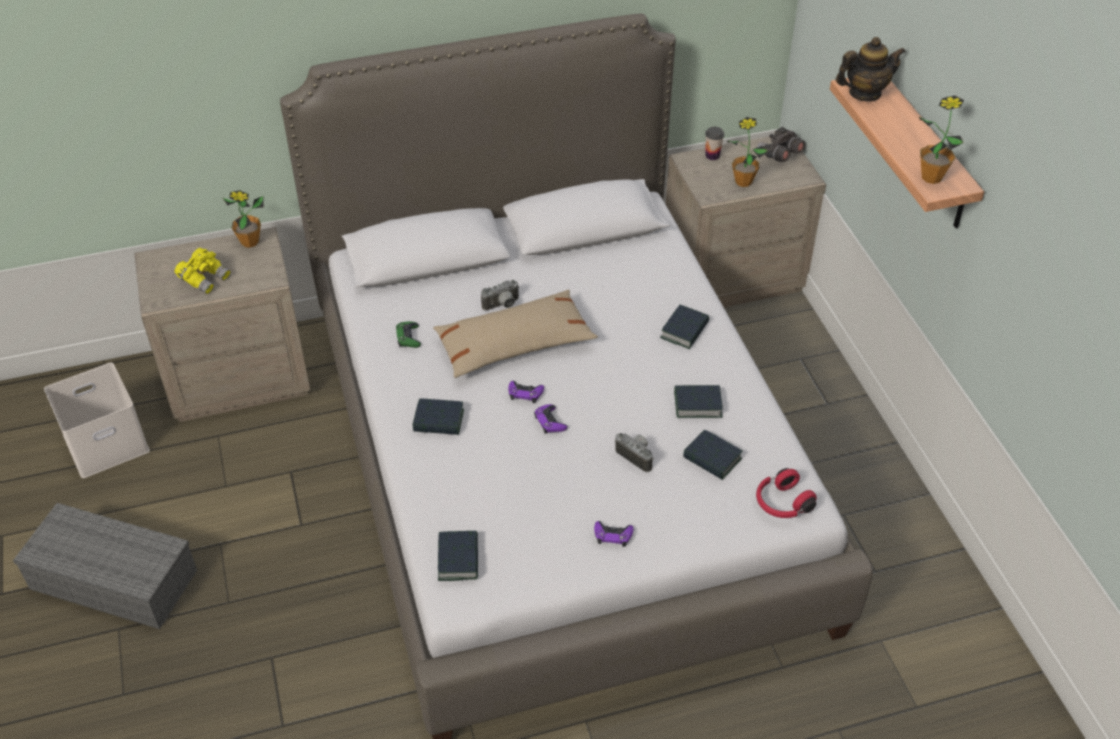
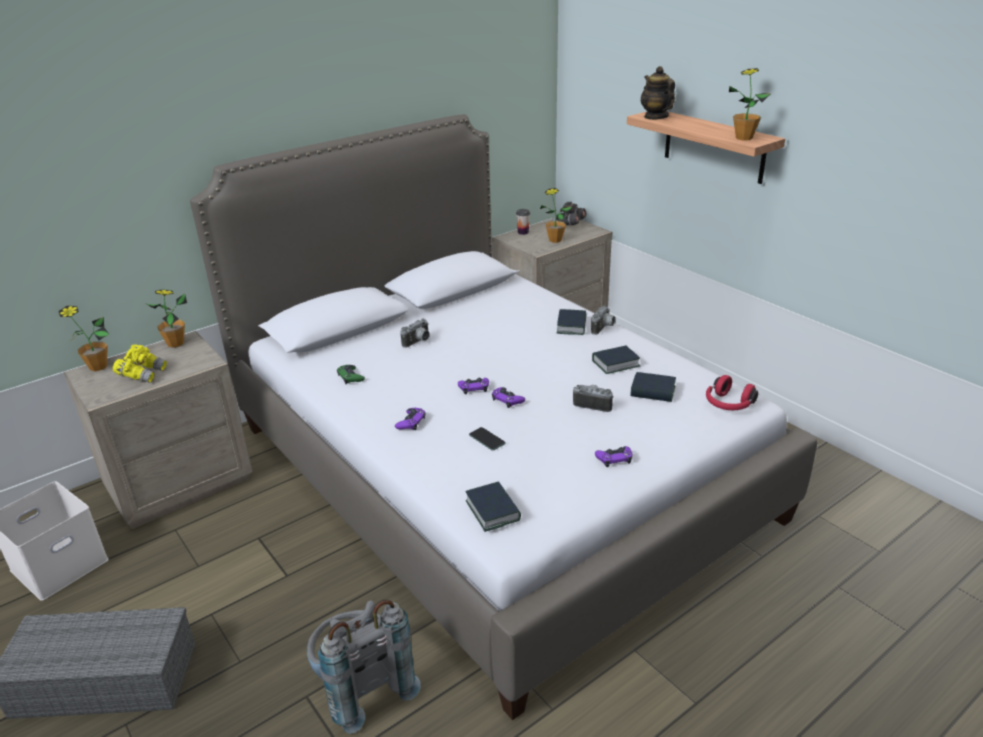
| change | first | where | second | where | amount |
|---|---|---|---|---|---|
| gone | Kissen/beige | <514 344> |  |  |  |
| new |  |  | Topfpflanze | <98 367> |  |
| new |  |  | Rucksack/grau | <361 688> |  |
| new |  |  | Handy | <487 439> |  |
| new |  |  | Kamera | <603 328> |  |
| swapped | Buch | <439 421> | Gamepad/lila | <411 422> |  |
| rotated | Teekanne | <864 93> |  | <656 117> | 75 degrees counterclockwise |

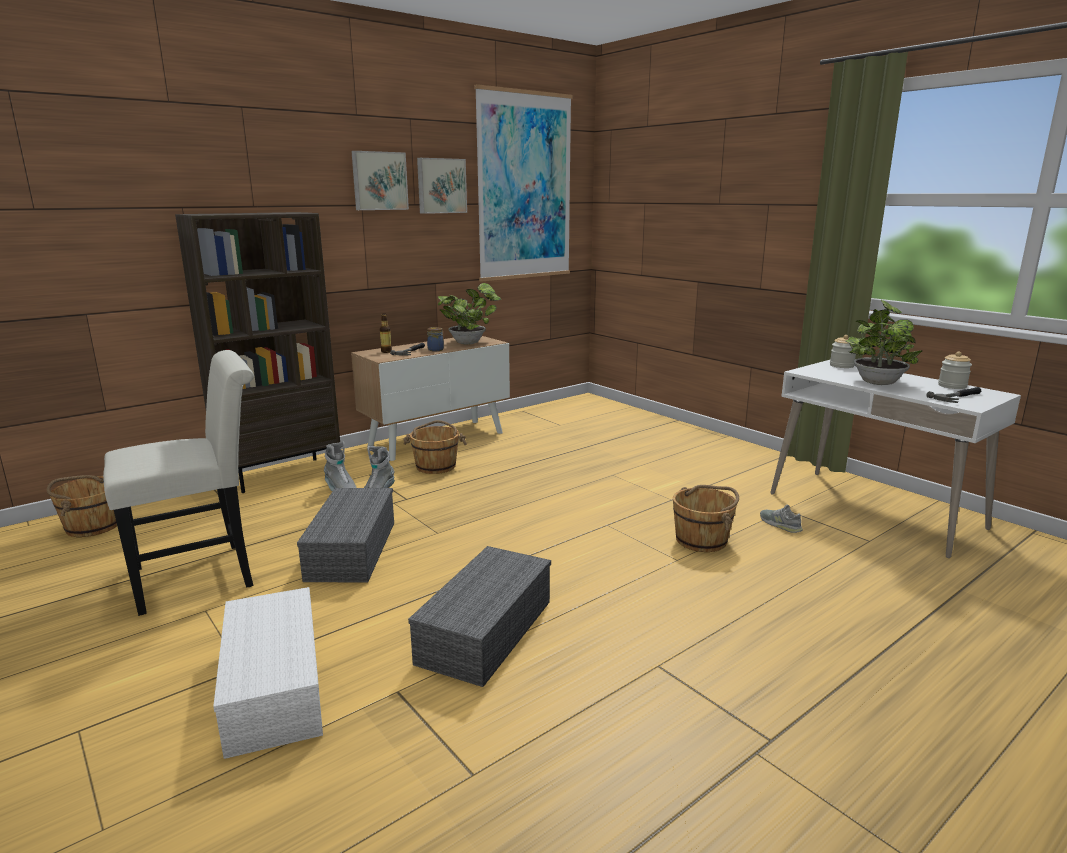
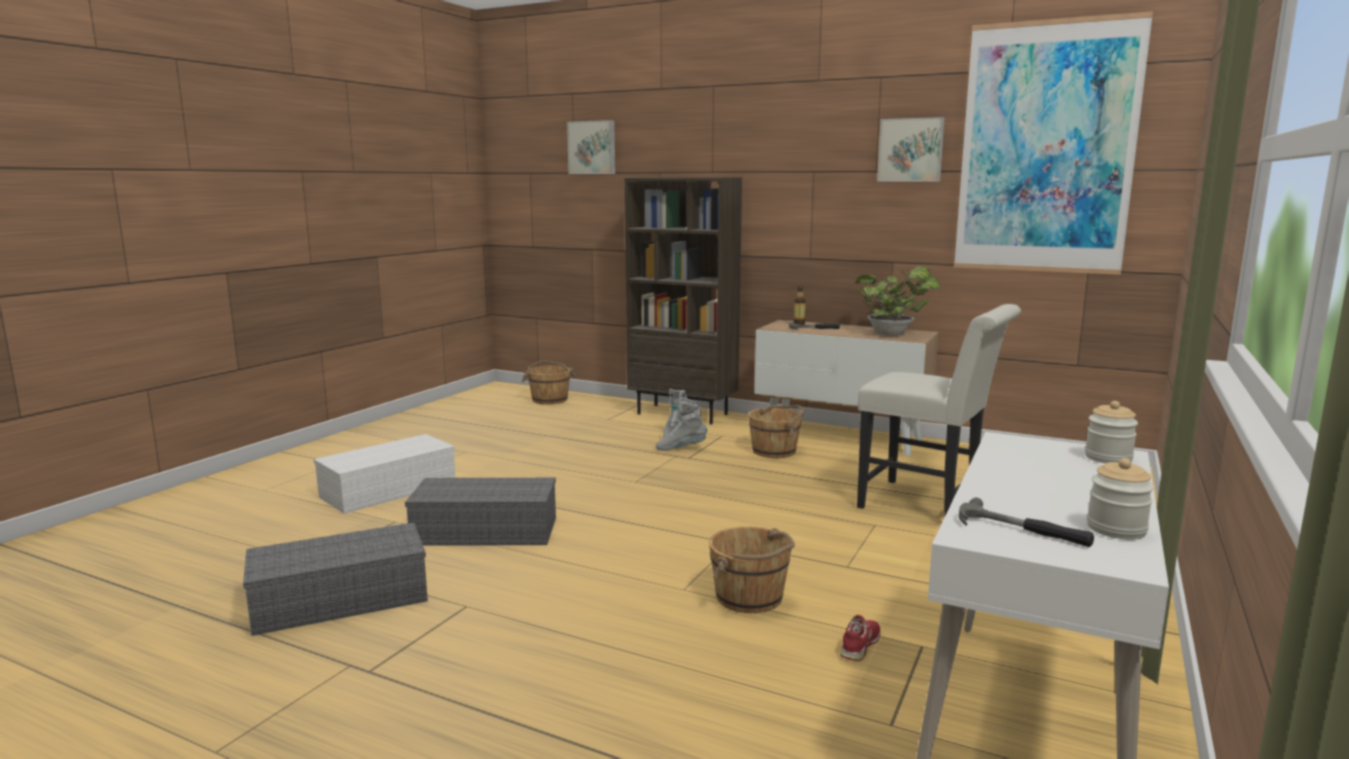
| change | first | where | second | where | amount |
|---|---|---|---|---|---|
| gone | Vorratsglas | <435 349> |  |  |  |
| gone | Topfpflanze | <877 381> |  |  |  |
| shifted | Stuhl/weiß | <204 575> |  | <928 505> |  |
| shifted | Aufbewahrungsbox/grau | <351 549> |  | <343 598> |  |
| shifted | Bild | <379 181> |  | <592 147> |  |
| repainted | Schuh/grau | <780 524> | Schuh/rot | <860 645> |  |

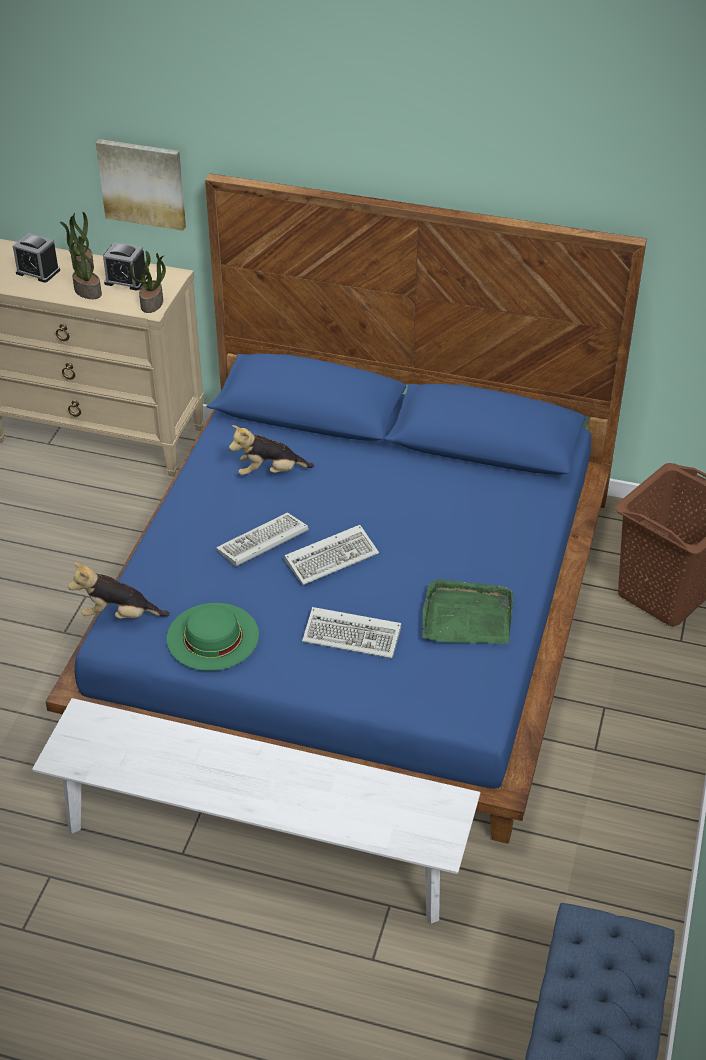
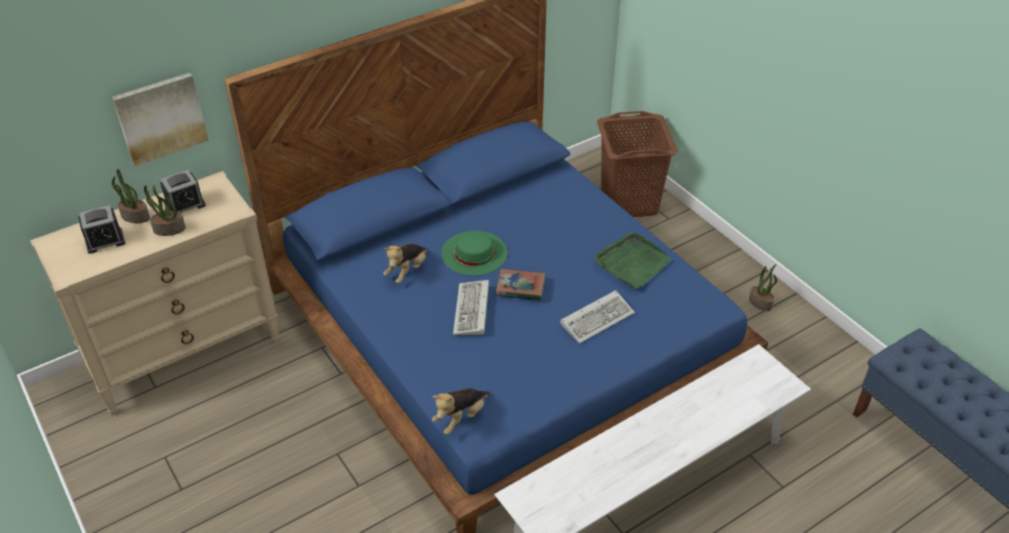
| change | first | where | second | where | amount |
|---|---|---|---|---|---|
| shifted | Topfpflanze | <152 304> |  | <760 303> |  |
| shifted | Hut/grün | <212 636> |  | <474 253> |  |
| swapped | Tastatur | <333 557> | Buch | <520 287> |  |

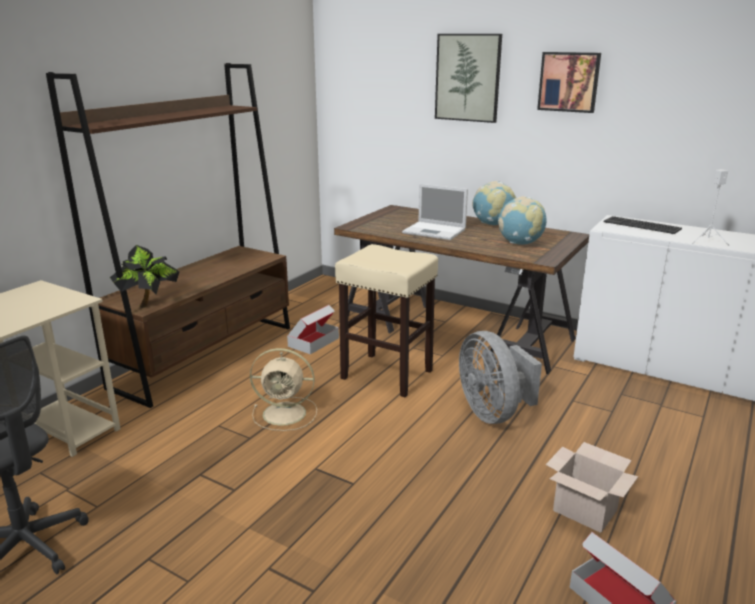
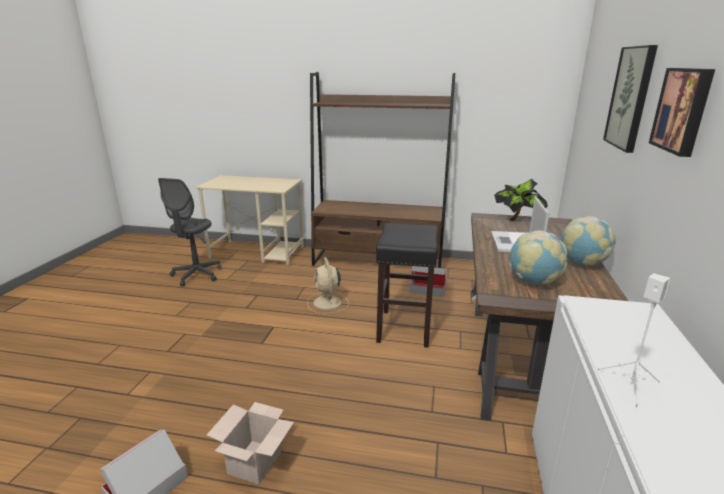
| change | first | where | second | where | amount |
|---|---|---|---|---|---|
| gone | Ventilator/grau | <493 412> |  |  |  |
| gone | Tastatur | <642 225> |  |  |  |
| shifted | Topfpflanze | <149 303> |  | <518 220> |  |
| repainted | Hocker/beige | <385 374> | Hocker/schwarz | <404 327> |  |

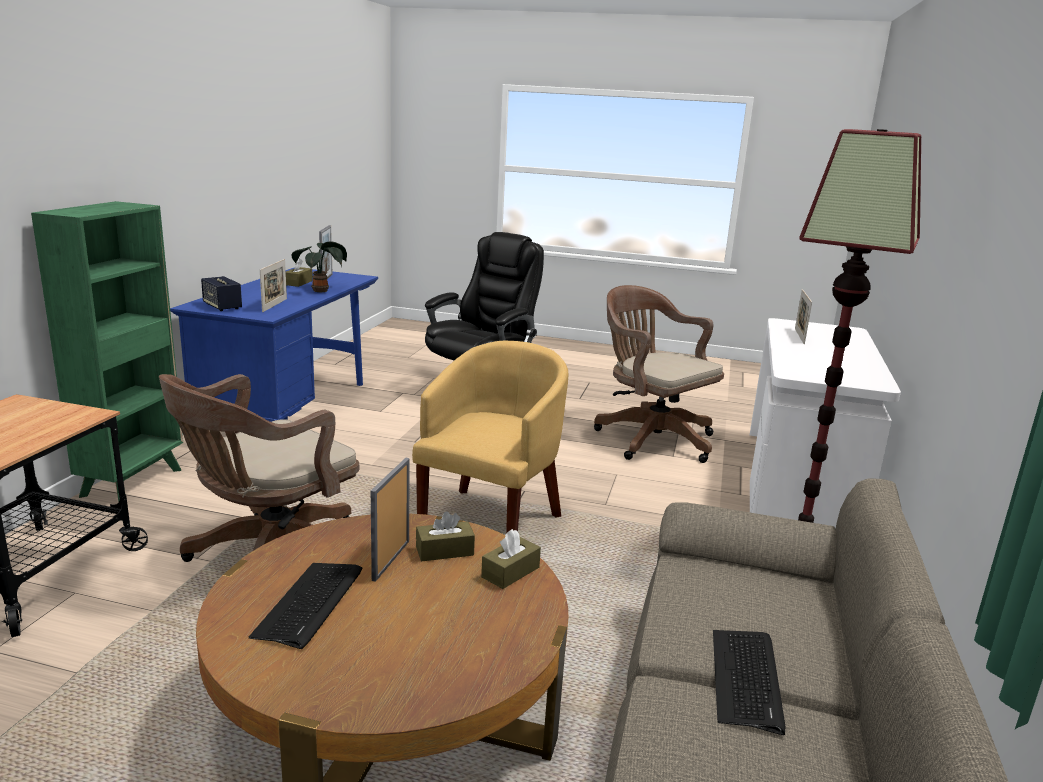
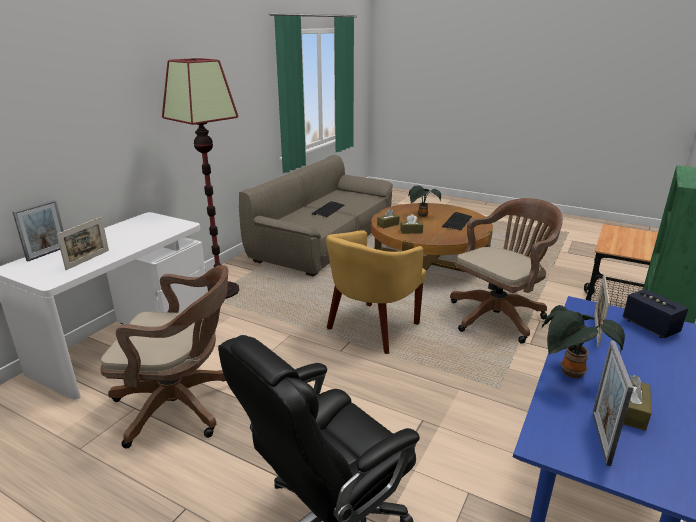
| change | first | where | second | where | amount |
|---|---|---|---|---|---|
| new |  |  | Topfpflanze | <422 216> |  |
| shifted | Bilderrahmen | <391 560> |  | <47 253> |  |
| rotated | Bürostuhl/braun | <650 438> |  | <182 406> | 60 degrees counterclockwise |

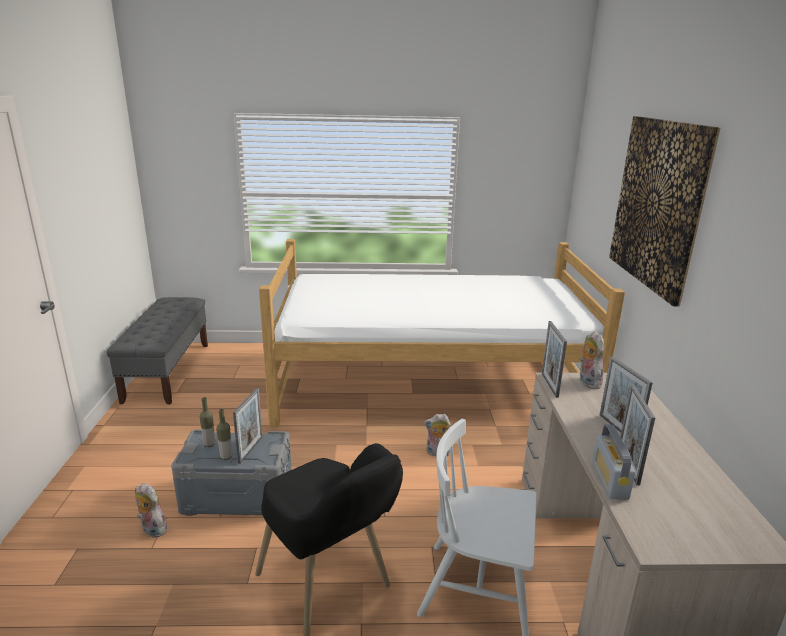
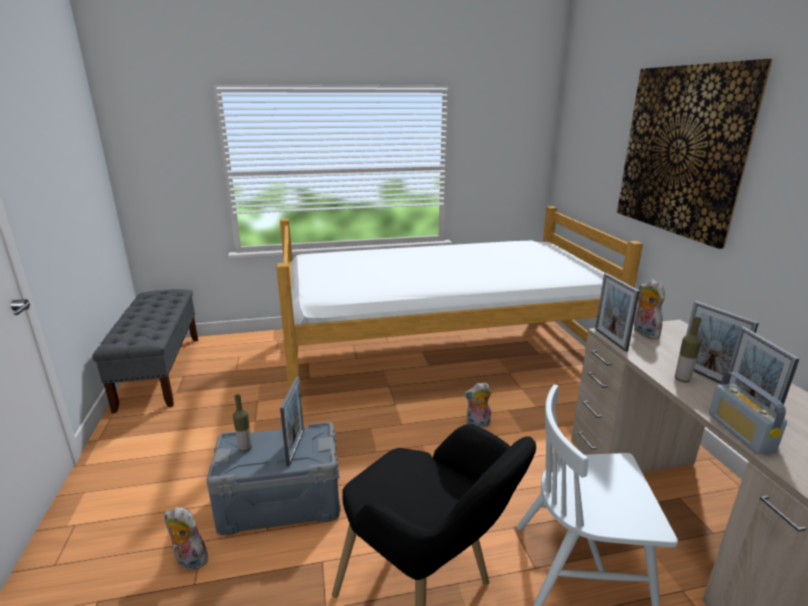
| change | first | where | second | where | amount |
|---|---|---|---|---|---|
| shifted | Flasche | <226 457> |  | <682 379> |  |

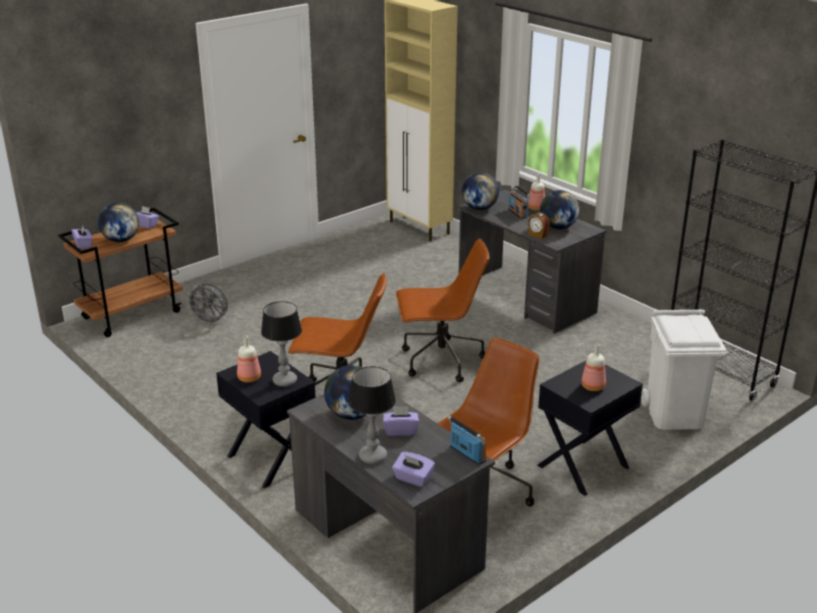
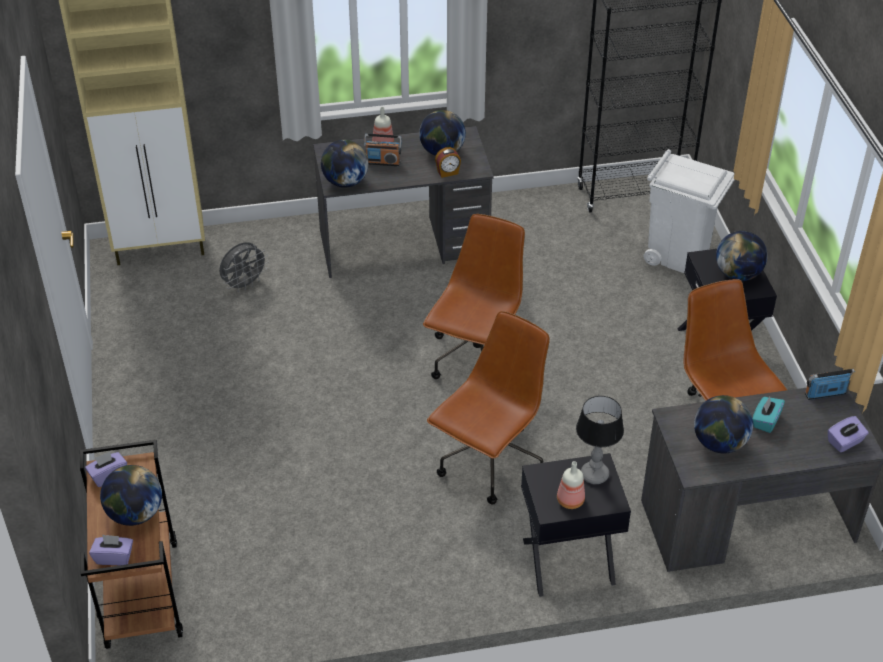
| change | first | where | second | where | amount |
|---|---|---|---|---|---|
| gone | Tischlampe | <372 457> |  |  |  |
| shifted | Ventilator/grau | <210 322> |  | <244 284> |  |
| swapped | Flasche | <593 387> | Globus | <738 274> |  |
| repainted | Taschentuchbox/lila | <400 430> | Taschentuchbox/türkis | <765 421> |  |

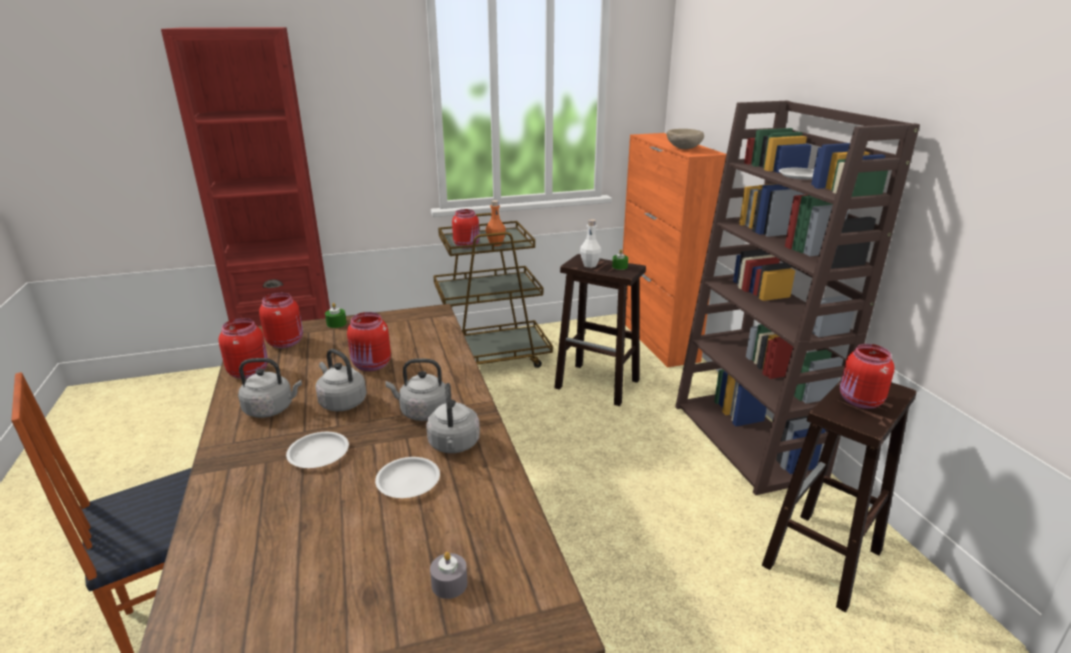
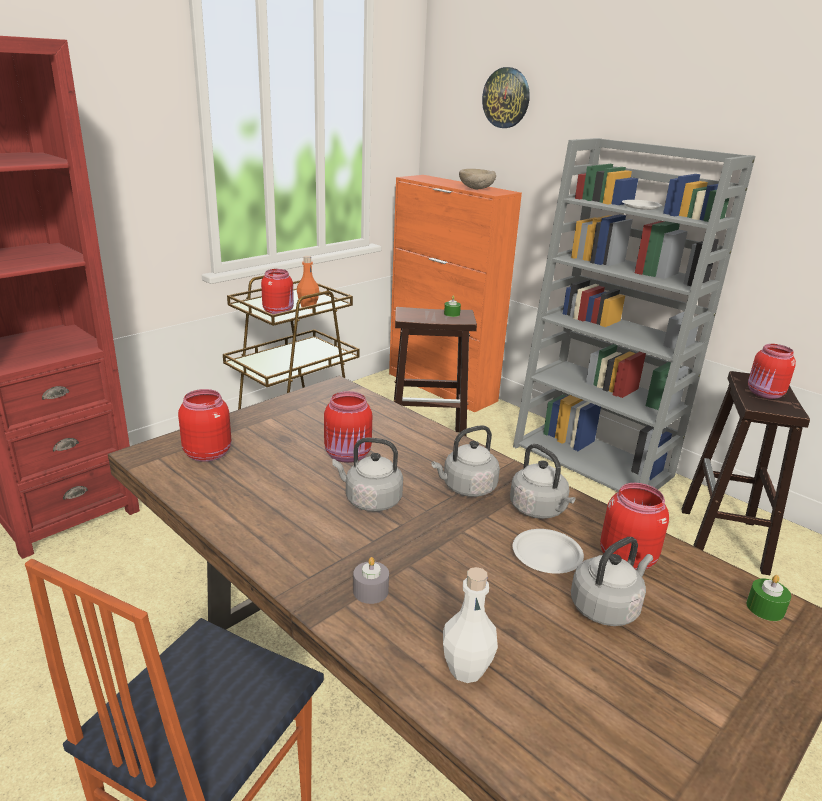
| change | first | where | second | where | amount |
|---|---|---|---|---|---|
| gone | Teller/weiß | <318 454> |  |  |  |
| new |  |  | Wanduhr | <506 98> |  |
| shifted | Vorratsglas/rot | <249 372> |  | <626 558> |  |
| shifted | Wasserkessel/grau | <271 409> |  | <606 607> |  |
| shifted | Kerze/grün | <336 323> |  | <765 608> |  |
| shifted | Kerze/grau | <449 584> |  | <370 591> |  |
| shifted | Flasche/weiß | <590 265> |  | <466 669> |  |
| repainted | Bücherregal/braun | <748 440> | Bücherregal/grau | <593 461> |  |

